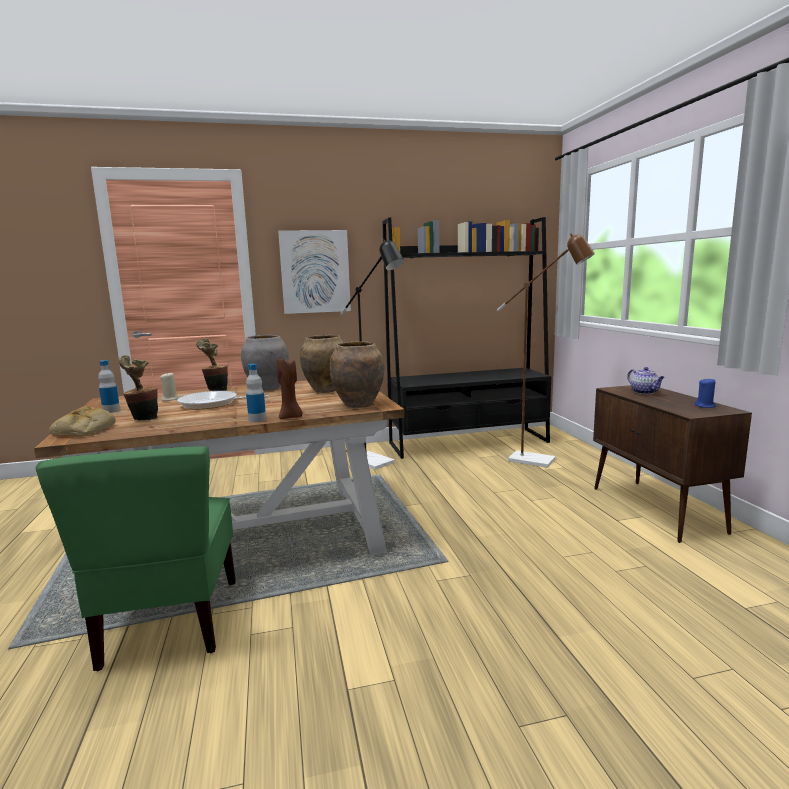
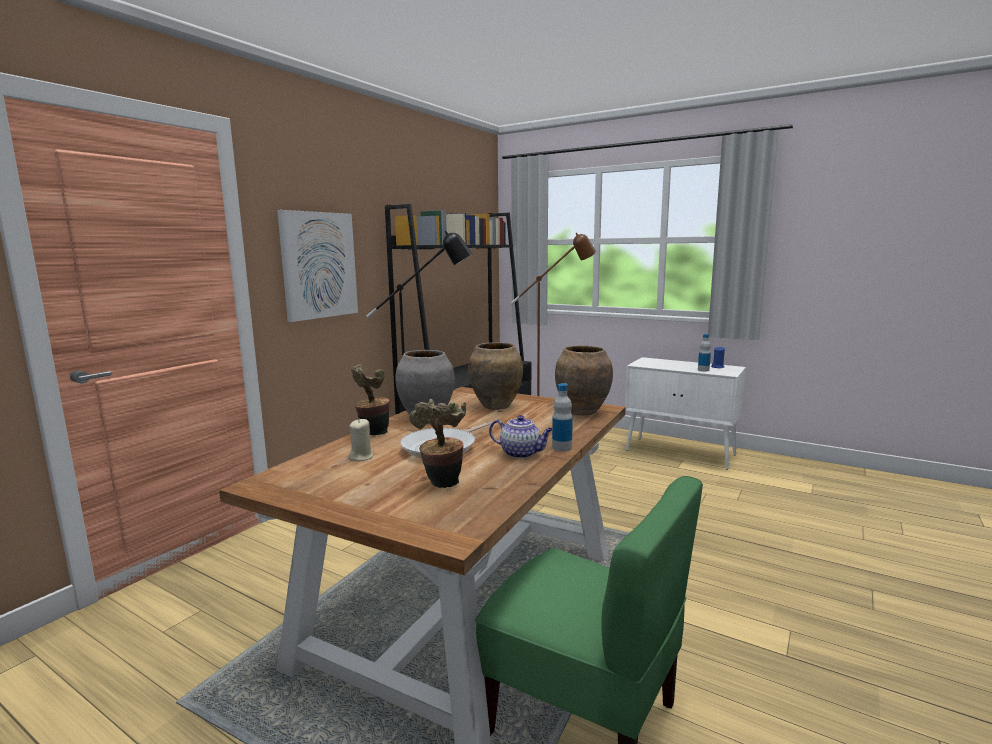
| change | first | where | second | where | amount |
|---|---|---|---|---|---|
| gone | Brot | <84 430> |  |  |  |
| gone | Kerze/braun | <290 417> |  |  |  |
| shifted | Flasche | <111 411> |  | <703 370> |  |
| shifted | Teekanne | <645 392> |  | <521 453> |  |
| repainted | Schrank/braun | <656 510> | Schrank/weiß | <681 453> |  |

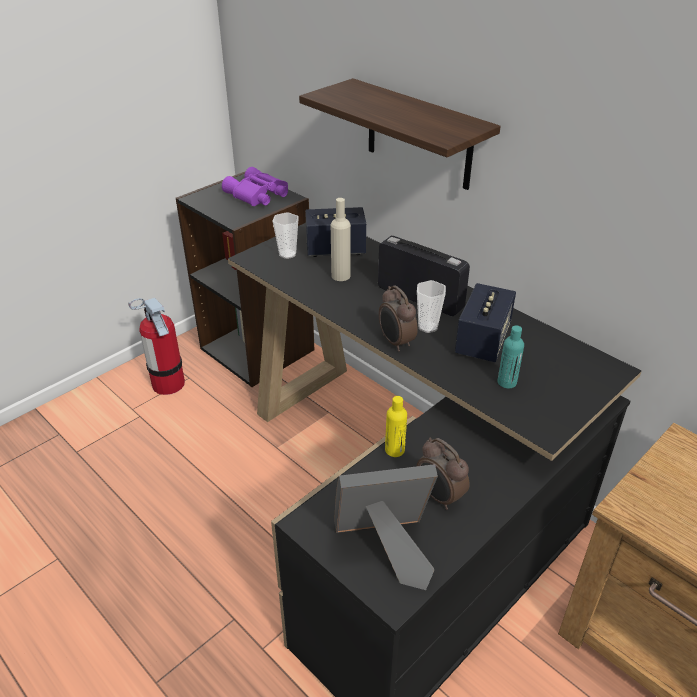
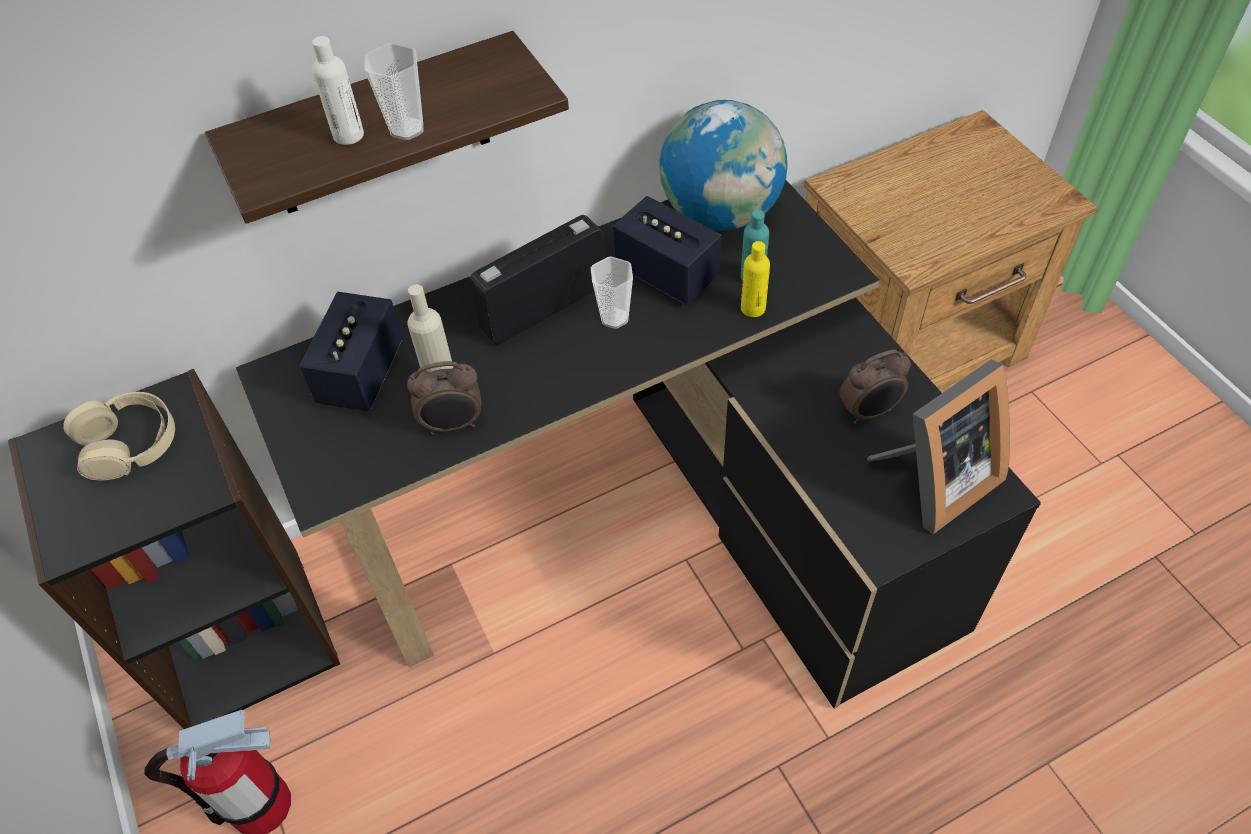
| change | first | where | second | where | amount |
|---|---|---|---|---|---|
| new |  |  | Flasche/weiß | <348 135> |  |
| new |  |  | Globus | <721 214> |  |
| shifted | Tasse | <287 254> |  | <407 129> |  |
| shifted | Wecker | <395 342> |  | <453 424> |  |
| shifted | Flasche/gelb | <394 450> |  | <753 308> |  |
| swapped | Fernglas/lila | <257 195> | Kopfhörer/beige | <129 442> |  |
| rotated | Bilderrahmen | <386 548> |  | <933 482> | 135 degrees counterclockwise |

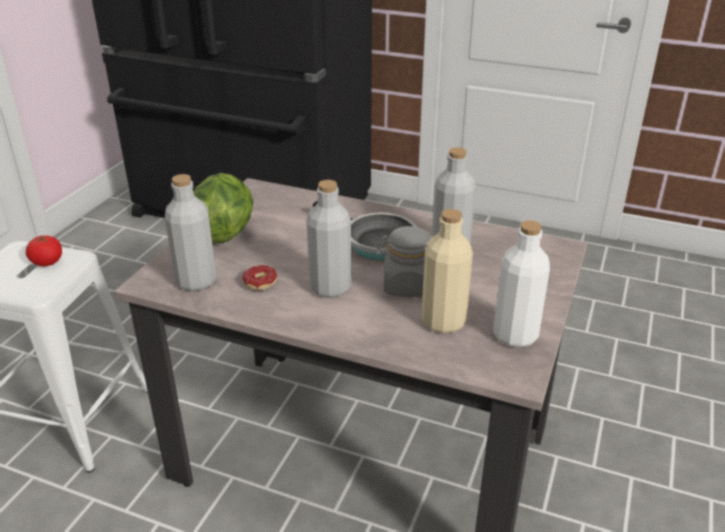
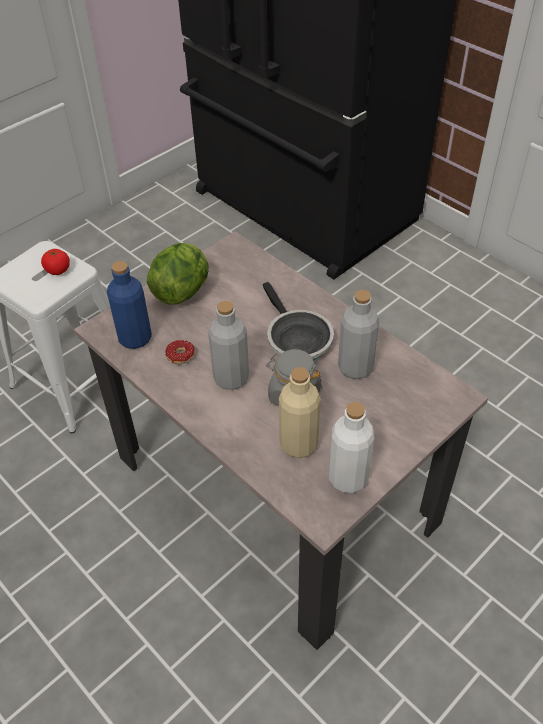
| change | first | where | second | where | amount |
|---|---|---|---|---|---|
| repainted | Flasche/grau | <196 281> | Flasche/blau | <135 338> |  |

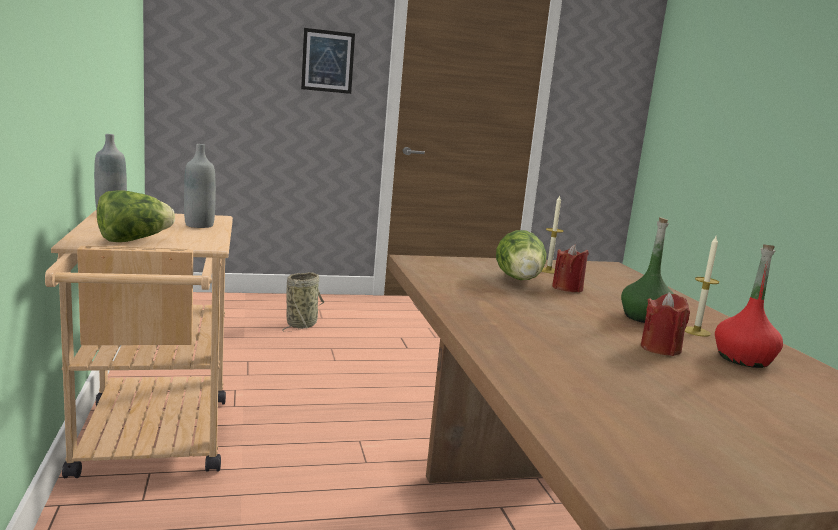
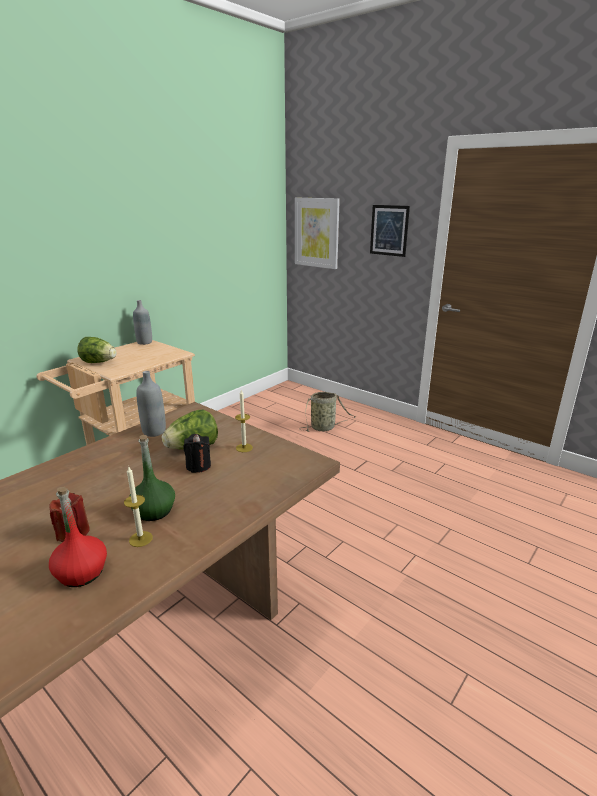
| change | first | where | second | where | amount |
|---|---|---|---|---|---|
| new |  |  | Bild | <316 233> |  |
| shifted | Flasche/grau | <199 225> |  | <154 432> |  |
| repainted | Kerze/rot | <567 288> | Kerze/schwarz | <198 466> |  |

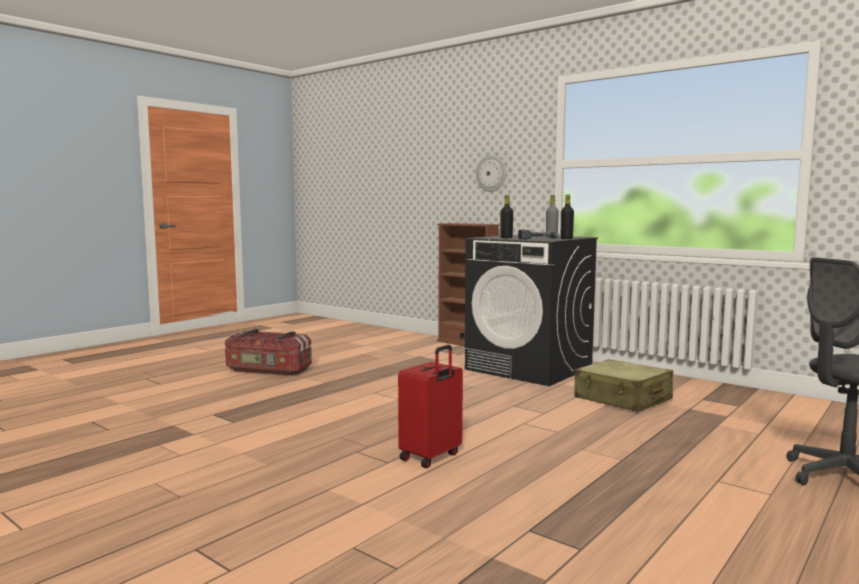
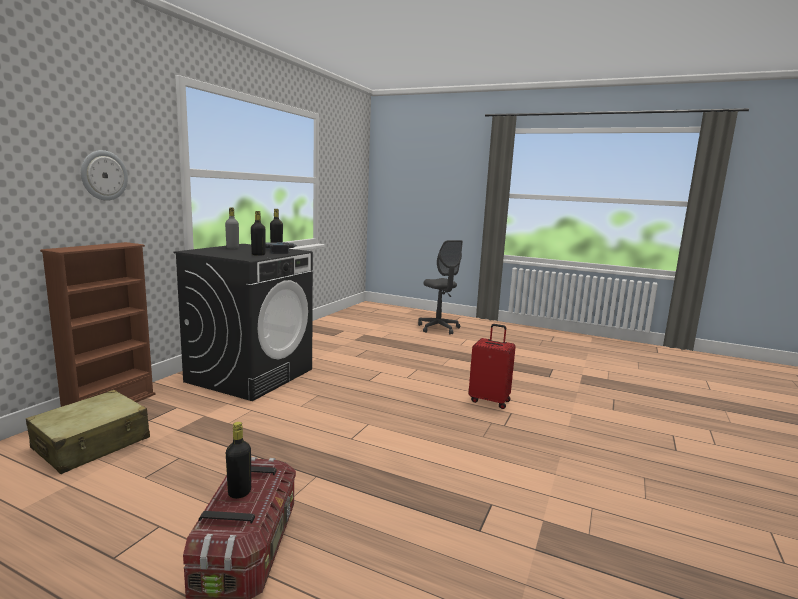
| change | first | where | second | where | amount |
|---|---|---|---|---|---|
| new |  |  | Flasche/schwarz | <239 492> |  |
| shifted | Koffer/beige | <622 399> |  | <92 444> |  |

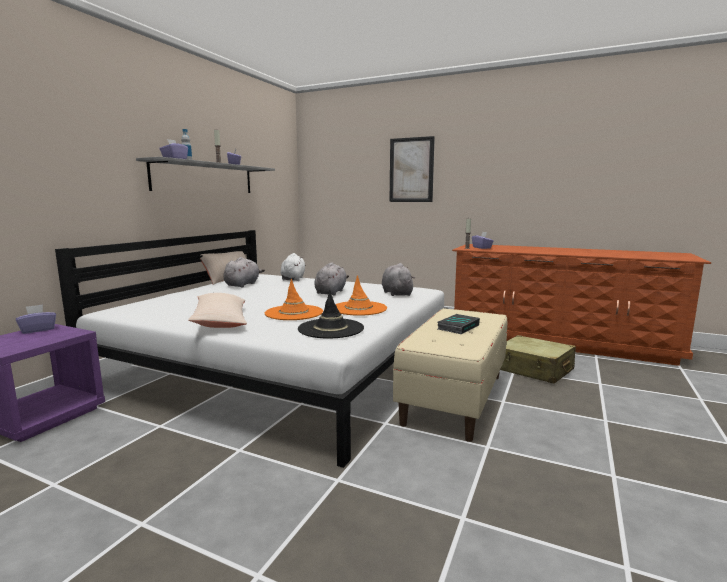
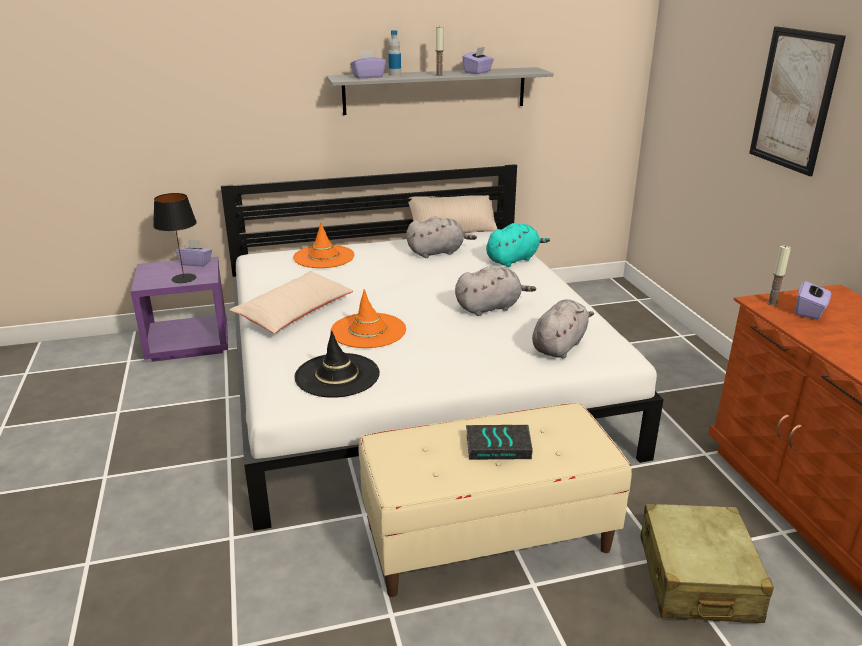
| change | first | where | second | where | amount |
|---|---|---|---|---|---|
| new |  |  | Tischlampe/schwarz | <183 278> |  |
| shifted | Hut/orange | <359 309> |  | <324 257> |  |
| repainted | Plüschtier/weiß | <293 279> | Plüschtier/türkis | <513 259> |  |

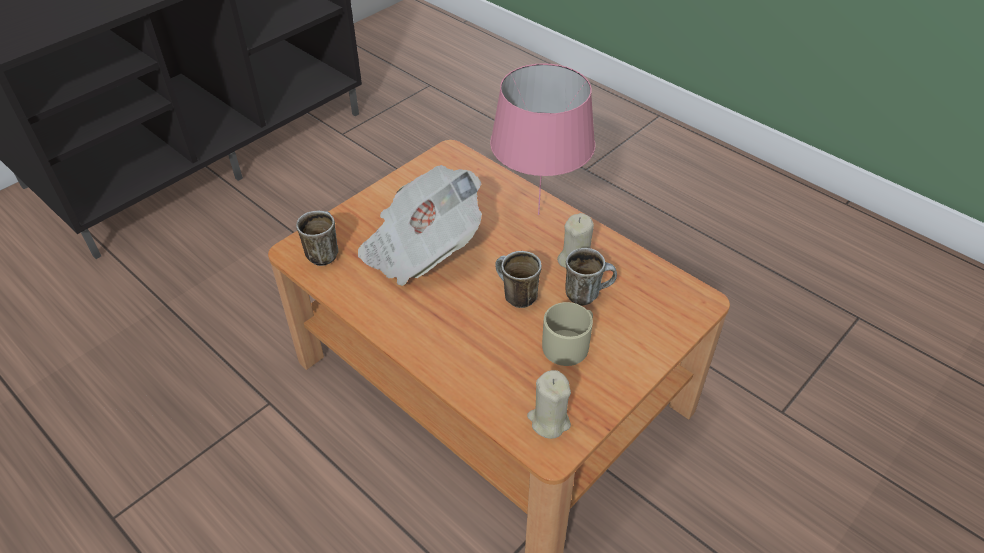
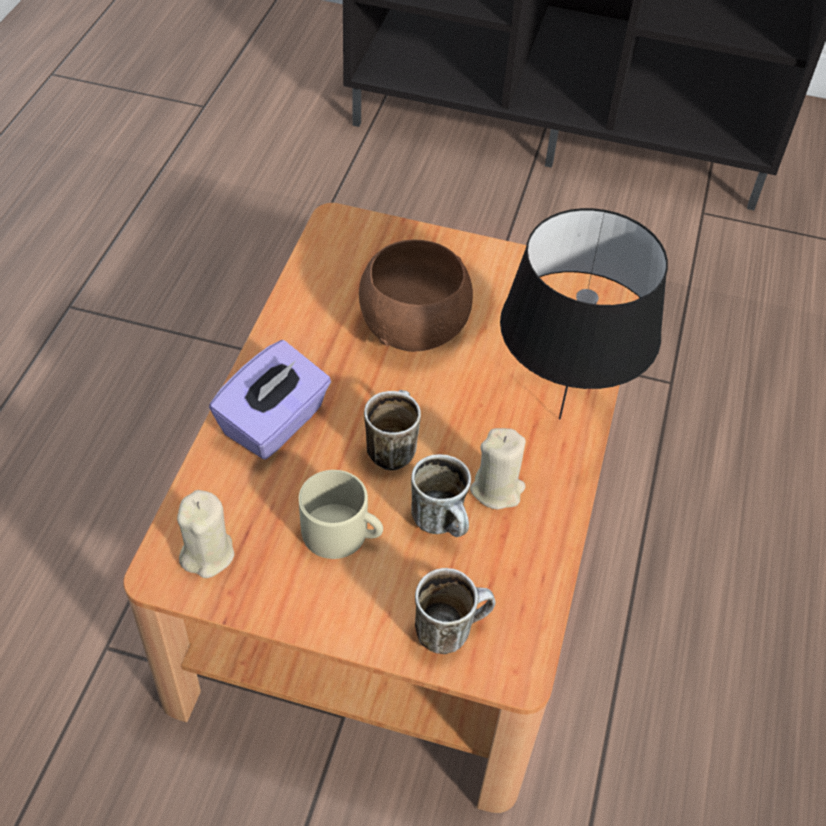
| change | first | where | second | where | amount |
|---|---|---|---|---|---|
| new |  |  | Taschentuchbox/lila | <274 423> |  |
| shifted | Henkelbecher | <323 252> |  | <450 629> |  |
| swapped | Zeitung | <421 248> | Schüssel/braun | <414 326> |  |
| repainted | Tischlampe/rosa | <539 213> | Tischlampe/schwarz | <561 418> |  |

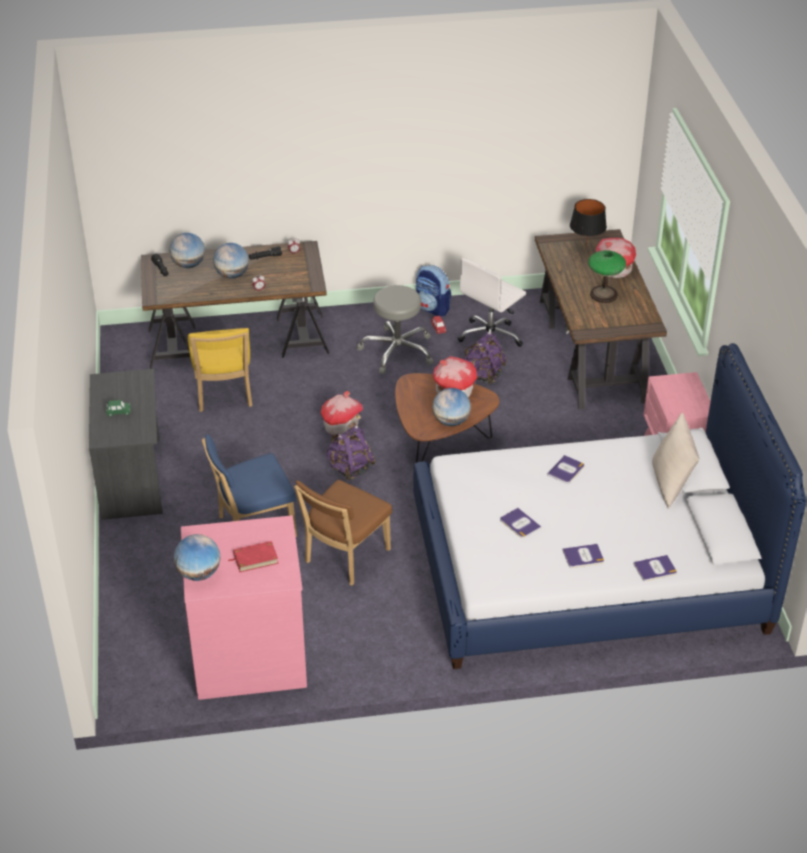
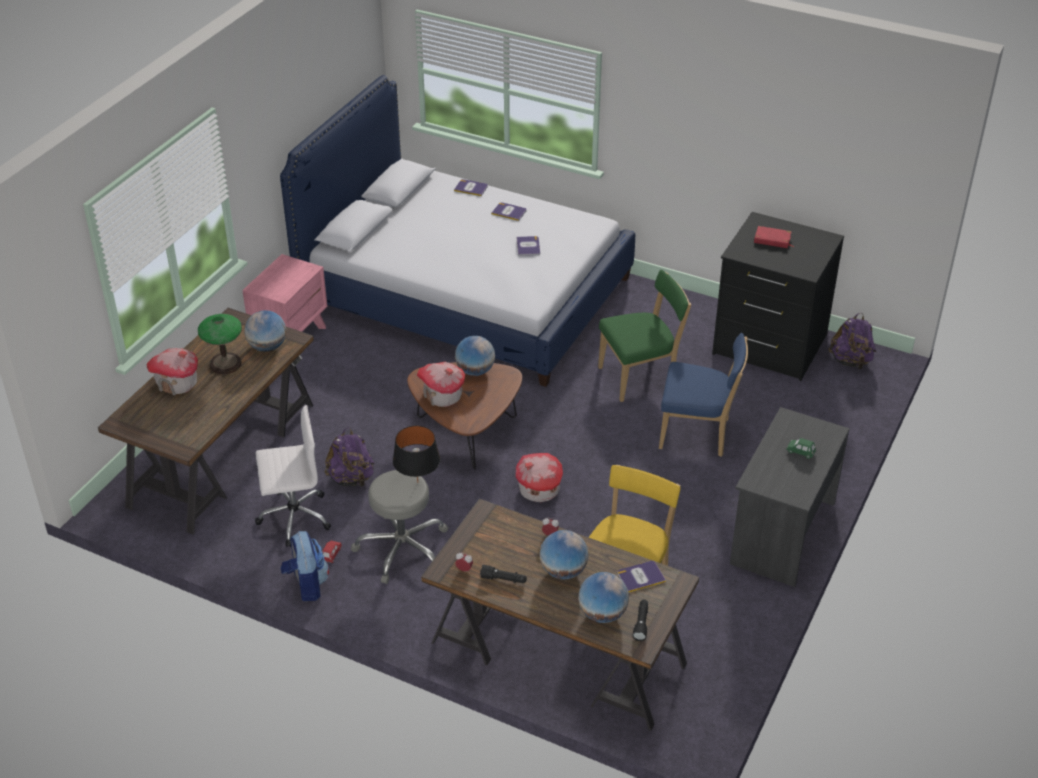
| change | first | where | second | where | amount |
|---|---|---|---|---|---|
| gone | Kissen/beige | <671 484> |  |  |  |
| shifted | Globus | <198 573> |  | <267 347> |  |
| shifted | Rucksack/lila | <350 469> |  | <851 361> |  |
| shifted | Buch | <566 470> |  | <641 577> |  |
| shifted | Tischlampe/schwarz | <586 246> |  | <417 483> |  |
| repainted | Kommode/rosa | <249 654> | Kommode/schwarz | <769 345> |  |
| repainted | Stuhl/braun | <344 558> | Stuhl/grün | <640 377> |  |

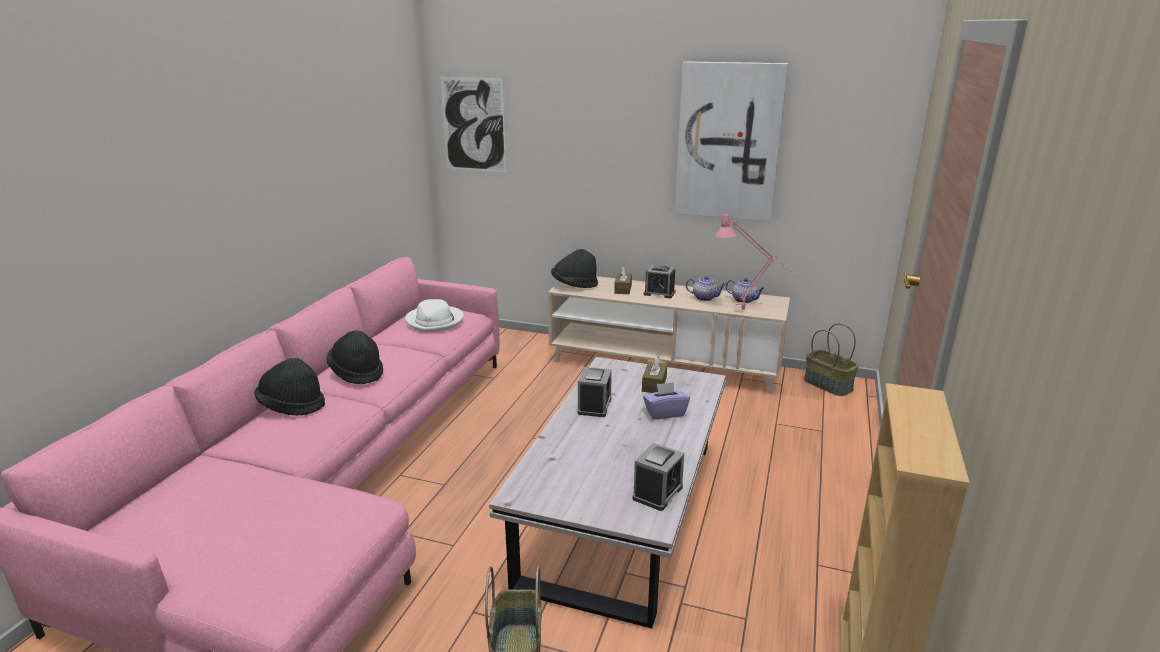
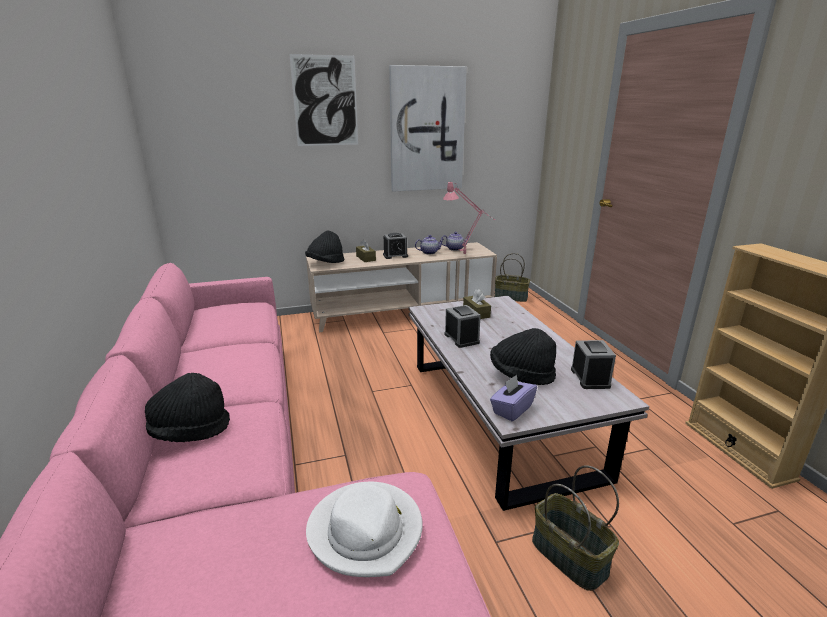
| change | first | where | second | where | amount |
|---|---|---|---|---|---|
| shifted | Hut/schwarz | <357 373> |  | <521 375> |  |
| shifted | Hut/weiß | <435 321> |  | <366 531> |  |
| shifted | Bild | <474 125> |  | <325 101> |  |
| shifted | Taschentuchbox/lila | <665 413> |  | <511 409> |  |

